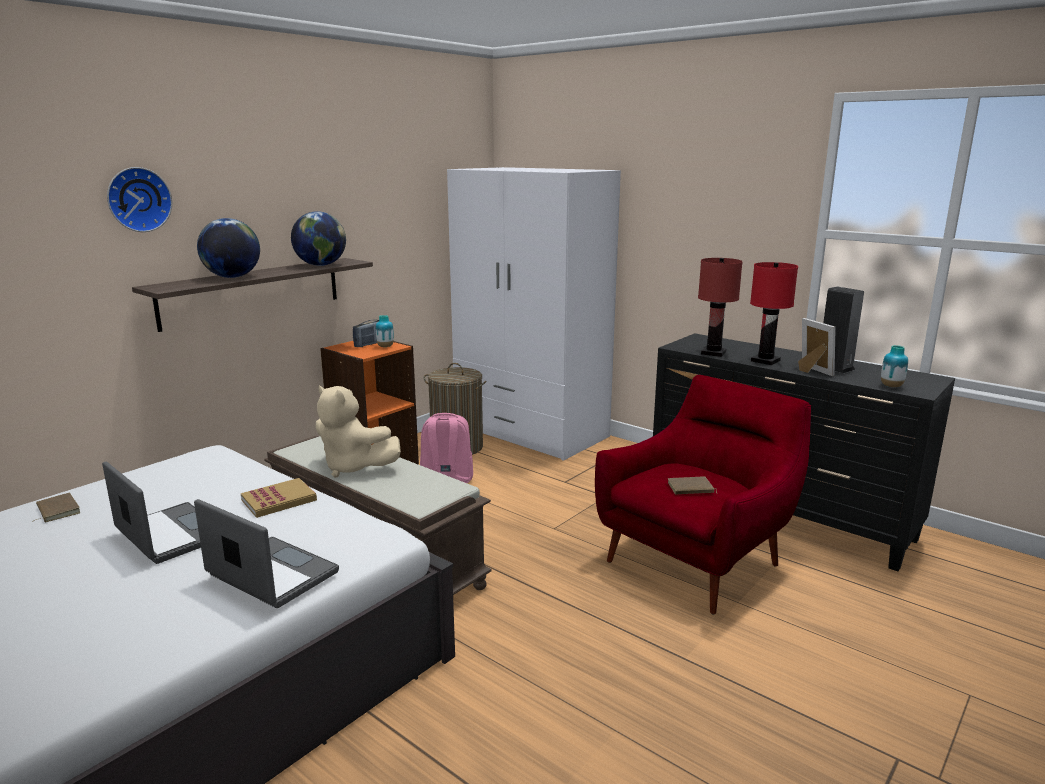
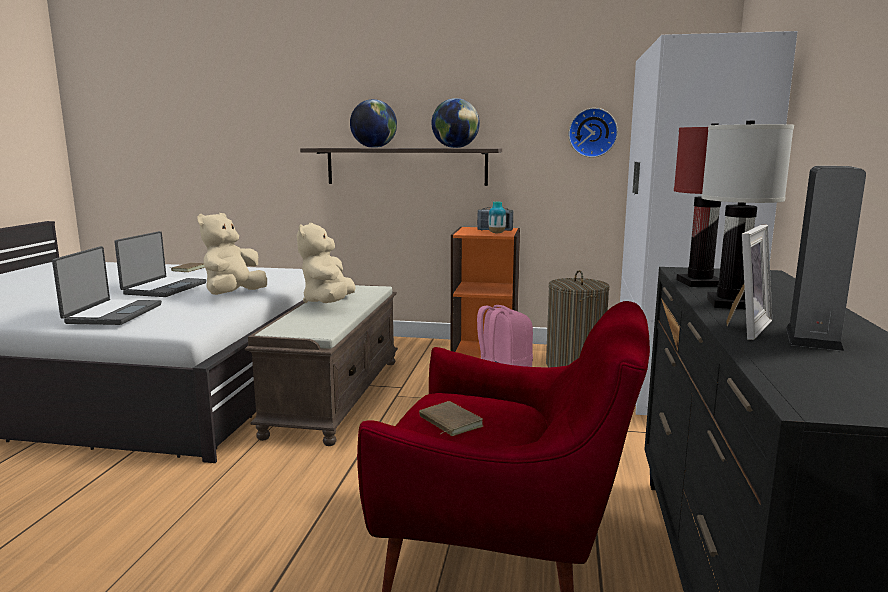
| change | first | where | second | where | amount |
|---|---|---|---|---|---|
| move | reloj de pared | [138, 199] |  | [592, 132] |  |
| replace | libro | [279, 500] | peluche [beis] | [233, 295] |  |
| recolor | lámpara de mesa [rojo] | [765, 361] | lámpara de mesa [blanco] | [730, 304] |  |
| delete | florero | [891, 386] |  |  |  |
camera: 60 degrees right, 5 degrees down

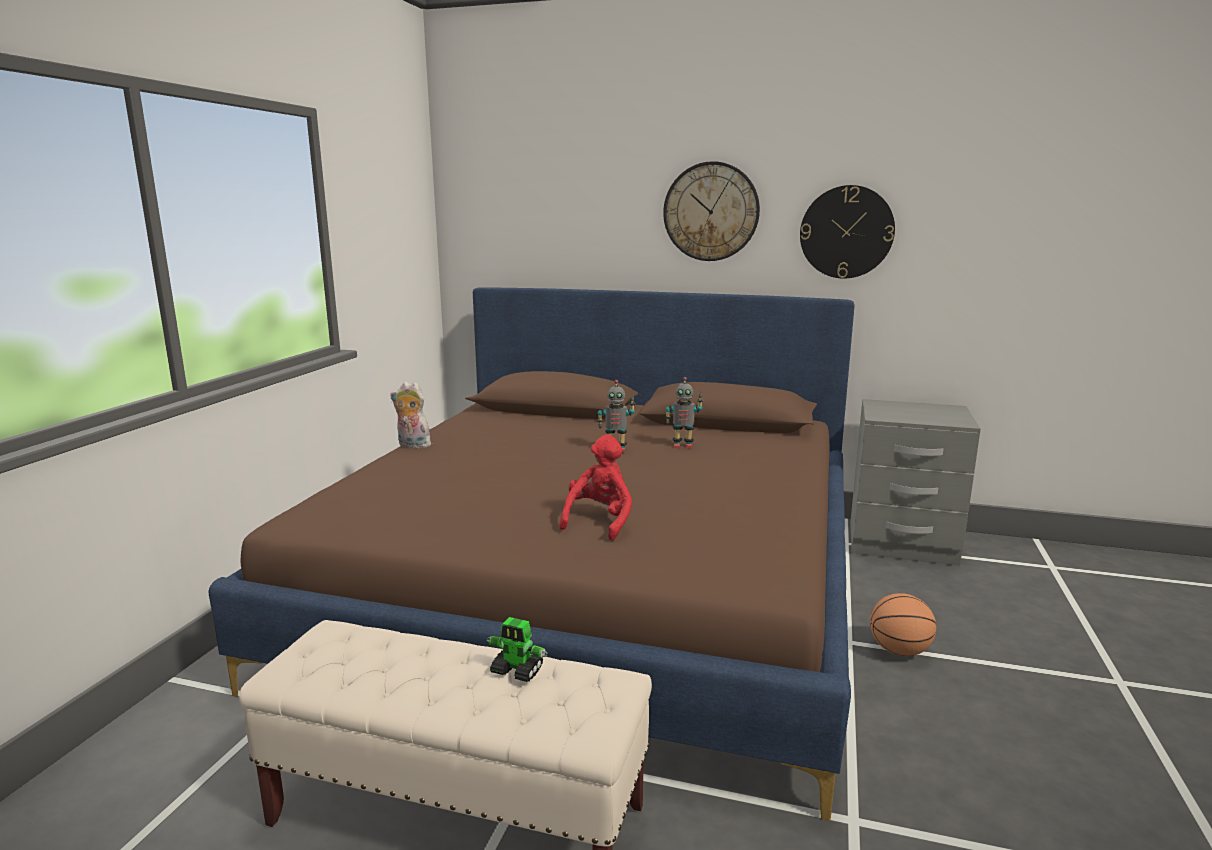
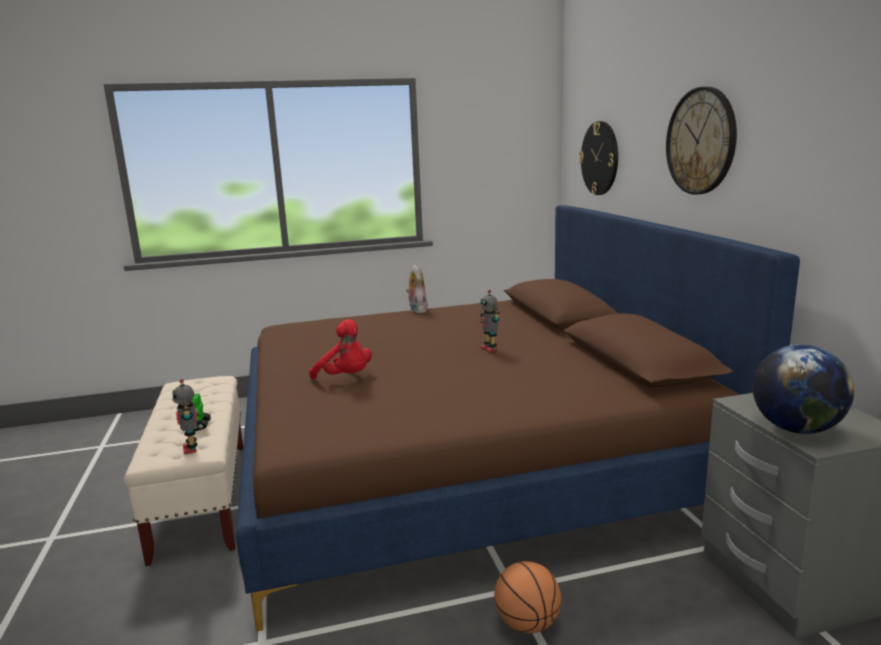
| change | first | where | second | where | amount |
|---|---|---|---|---|---|
| rotate | peluche [rojo] | [600, 521] |  | [346, 378] | 45 degrees clockwise |
| move | robot de juguete | [682, 446] |  | [191, 448] |  |
| move | reloj de pared | [846, 232] |  | [600, 158] |  |
| insert |  |  | globo terráqueo | [796, 429] |  |
camera: 60 degrees right, 0 degrees up

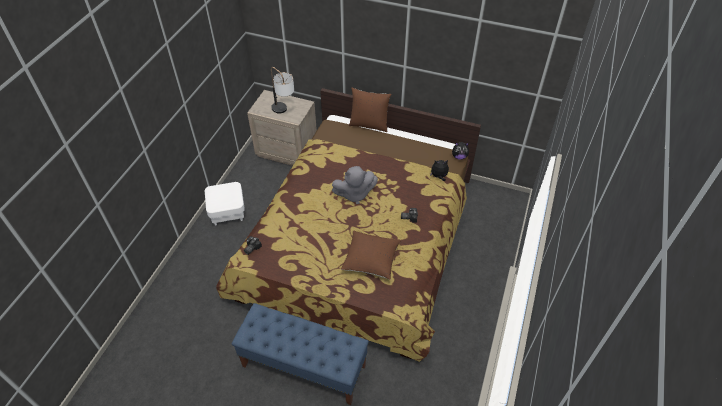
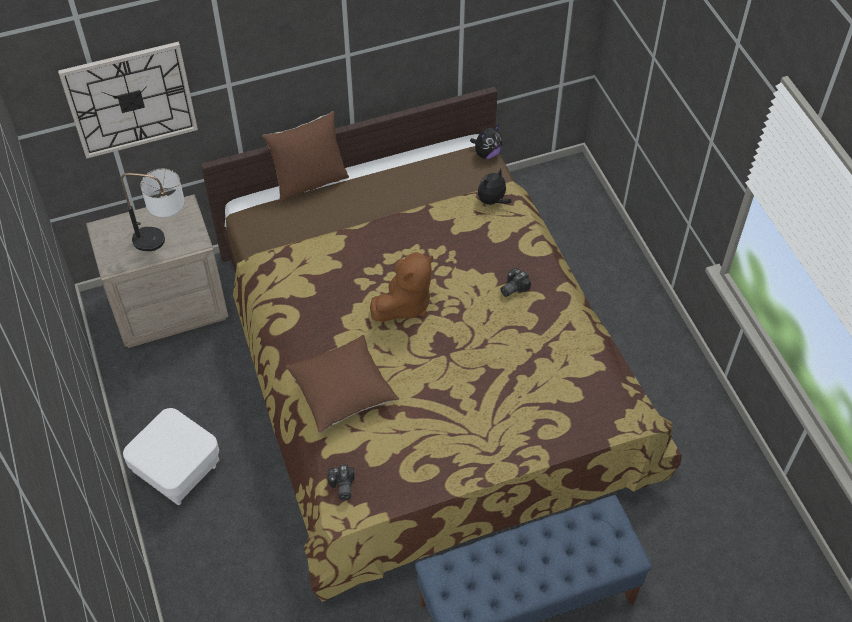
| change | first | where | second | where | amount |
|---|---|---|---|---|---|
| recolor | peluche [gris] | [354, 194] | peluche [marrón] | [405, 304] |  |
| move | cojín [marrón] | [371, 260] |  | [343, 392] |  |
| insert |  |  | reloj de pared | [130, 99] |  |
camera: 40 degrees left, 5 degrees up

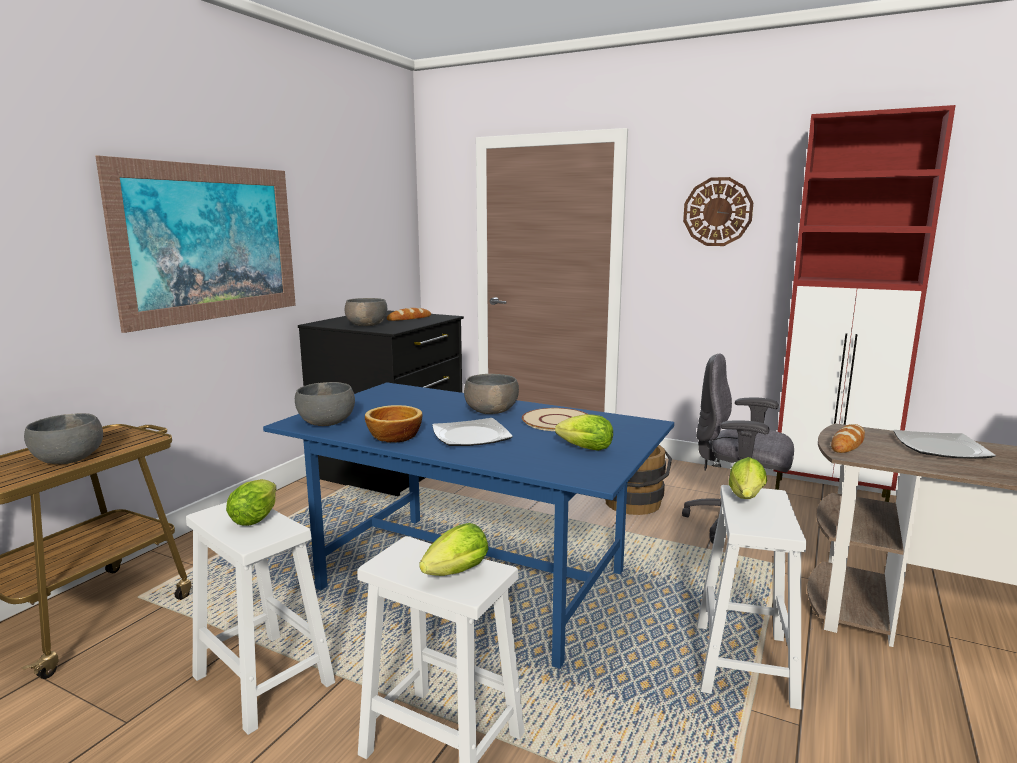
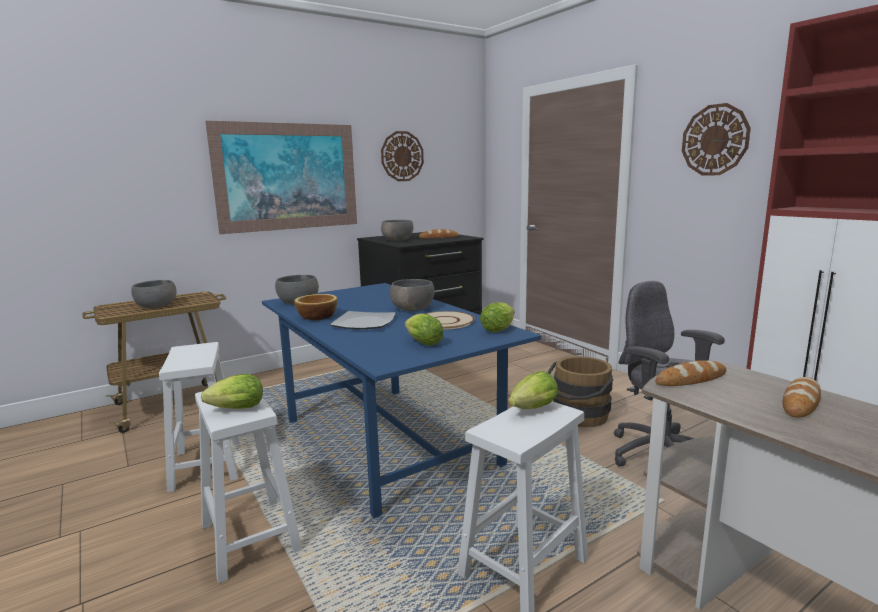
| change | first | where | second | where | amount |
|---|---|---|---|---|---|
| move | lechuga | [257, 517] |  | [499, 329] |  |
| replace | plato | [939, 448] | pan | [801, 402] |  |
| insert |  |  | reloj de pared | [402, 156] |  |
camera: 30 degrees right, 0 degrees up

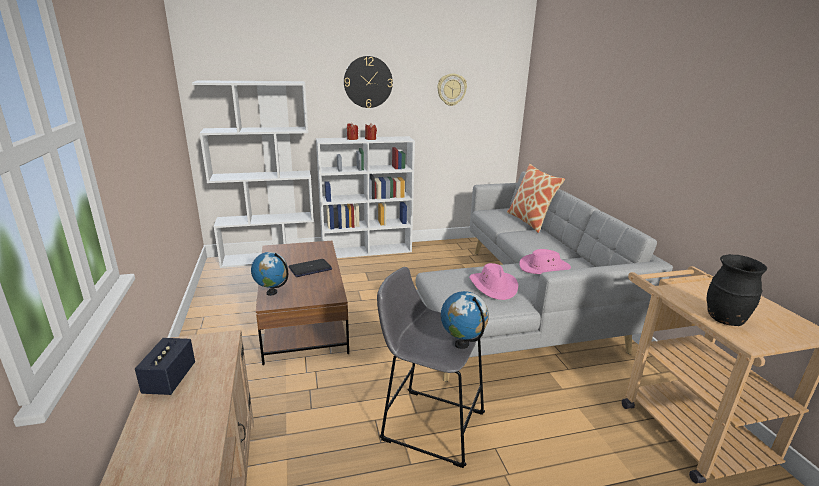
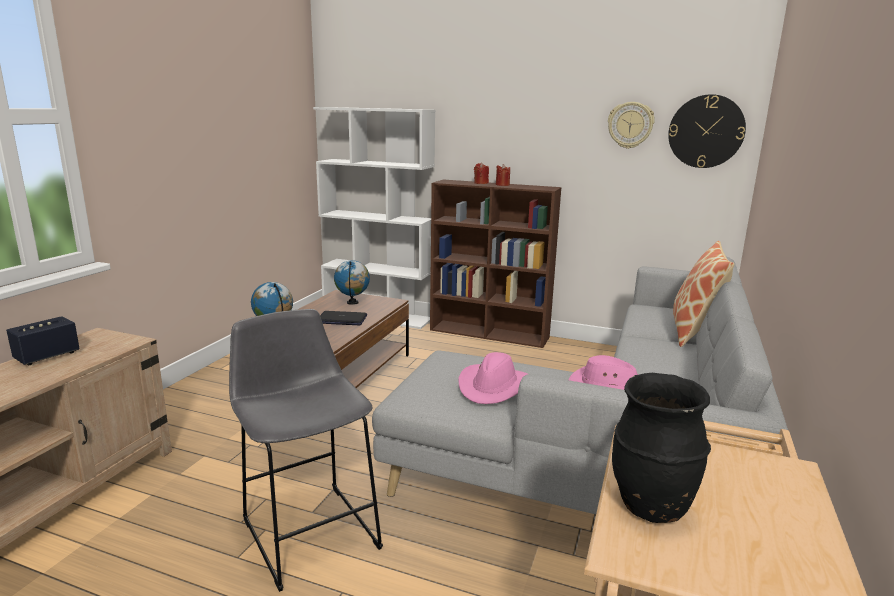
| change | first | where | second | where | amount |
|---|---|---|---|---|---|
| recolor | estantería [blanco] | [367, 250] | estantería [marrón] | [490, 333] |  |
| move | reloj de pared | [368, 82] |  | [706, 131] |  |
| move | globo terráqueo | [462, 344] |  | [352, 303] |  |
camera: 35 degrees right, 5 degrees down

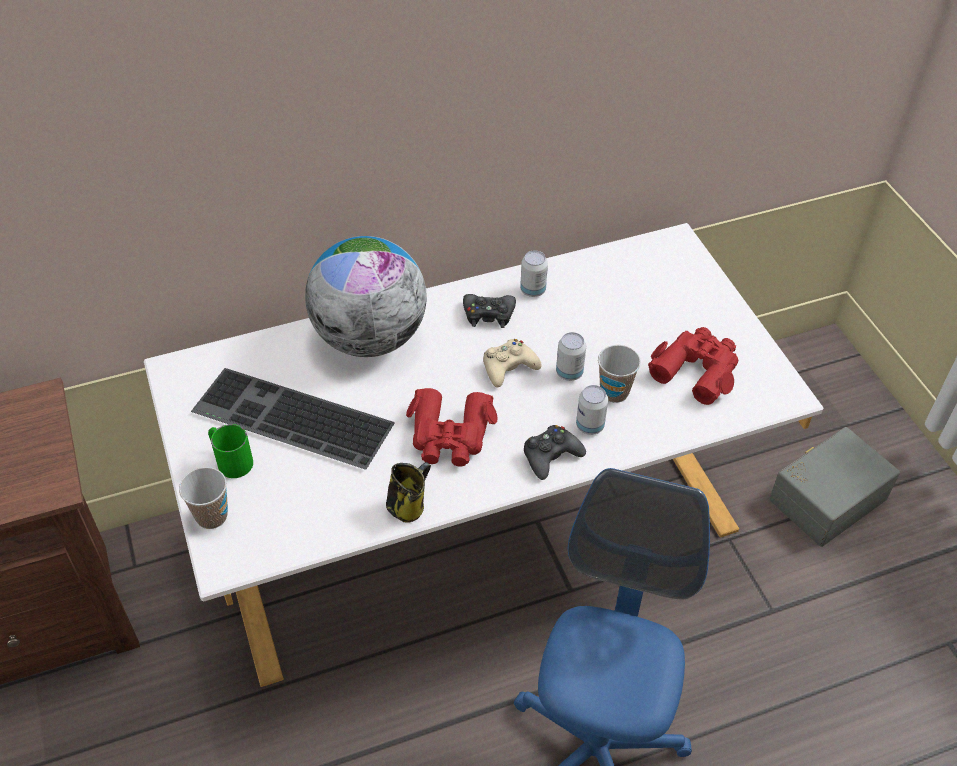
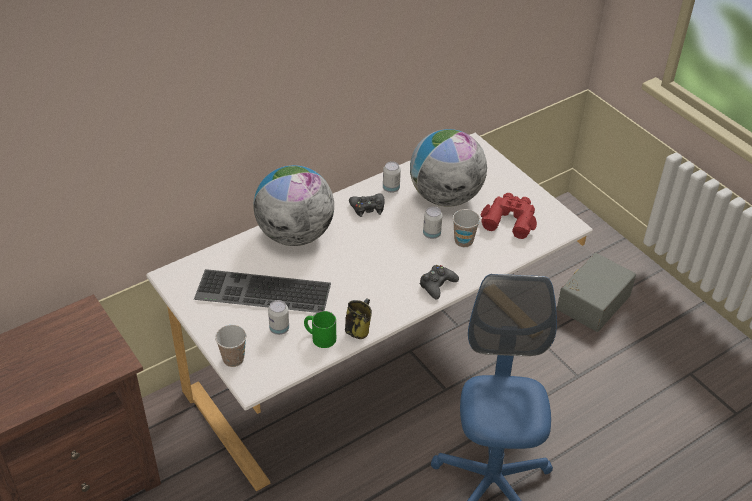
| change | first | where | second | where | amount |
|---|---|---|---|---|---|
| move | taza grande [verde] | [230, 460] |  | [319, 337] |  |
| delete | prismáticos [rojo] | [450, 435] |  |  |  |
| delete | mando de consola [beis] | [508, 367] |  |  |  |
| move | lata | [590, 426] |  | [279, 329] |  |
| insert |  |  | globo terráqueo | [445, 196] |  |
camera: 15 degrees left, 5 degrees down

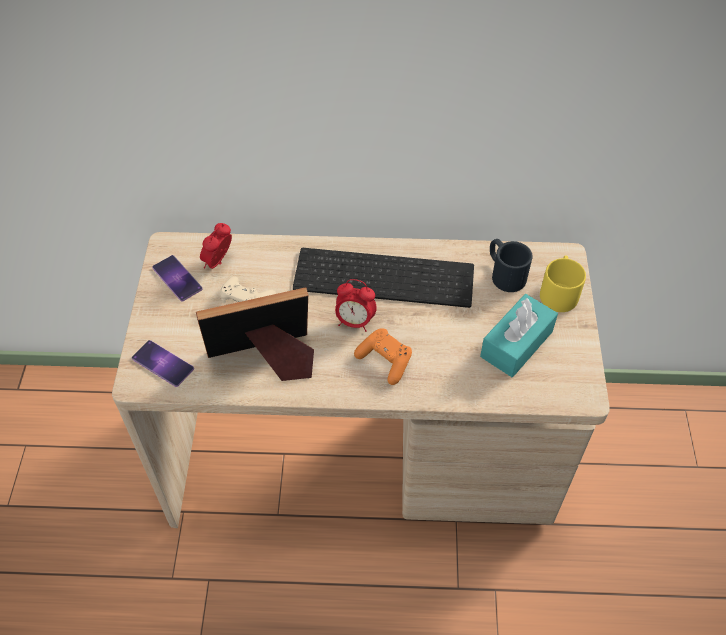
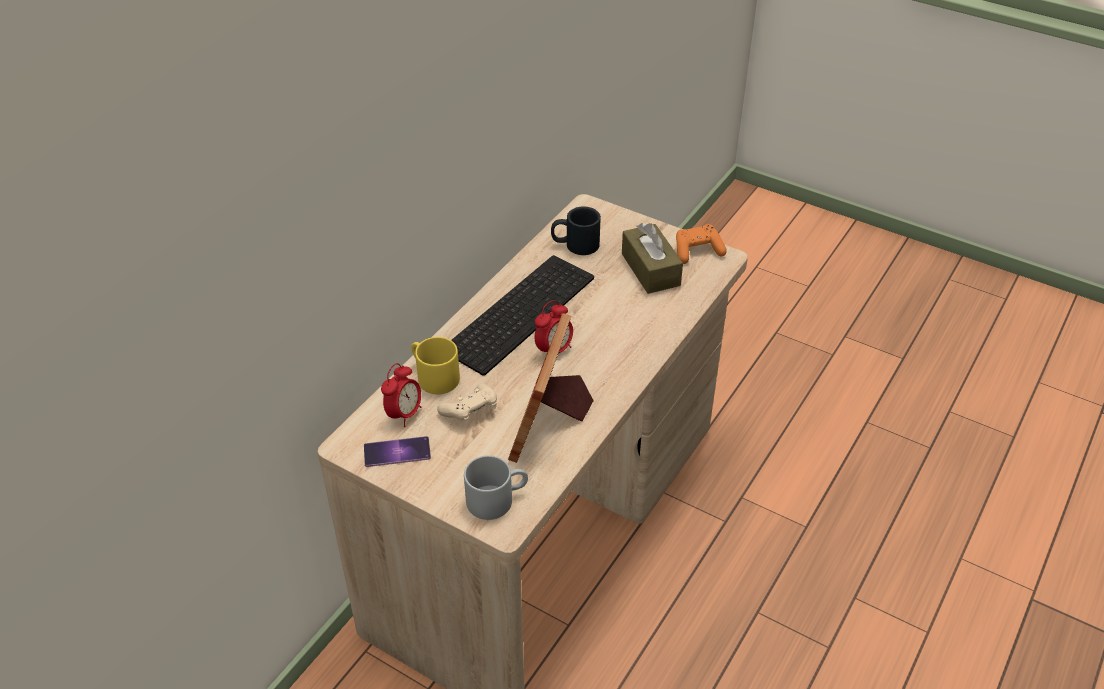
| change | first | where | second | where | amount |
|---|---|---|---|---|---|
| replace | móvil | [163, 363] | taza grande [gris] | [497, 499] |  |
| rotate | despertador | [219, 262] |  | [404, 414] | 120 degrees counterclockwise |
| move | mando de consola [naranja] | [385, 361] |  | [697, 251] |  |
| recolor | caja de pañuelos [turquesa] | [516, 344] | caja de pañuelos [marrón] | [650, 269] |  |
| move | taza grande [amarillo] | [558, 291] |  | [433, 376] |  |
camera: 60 degrees left, 10 degrees down

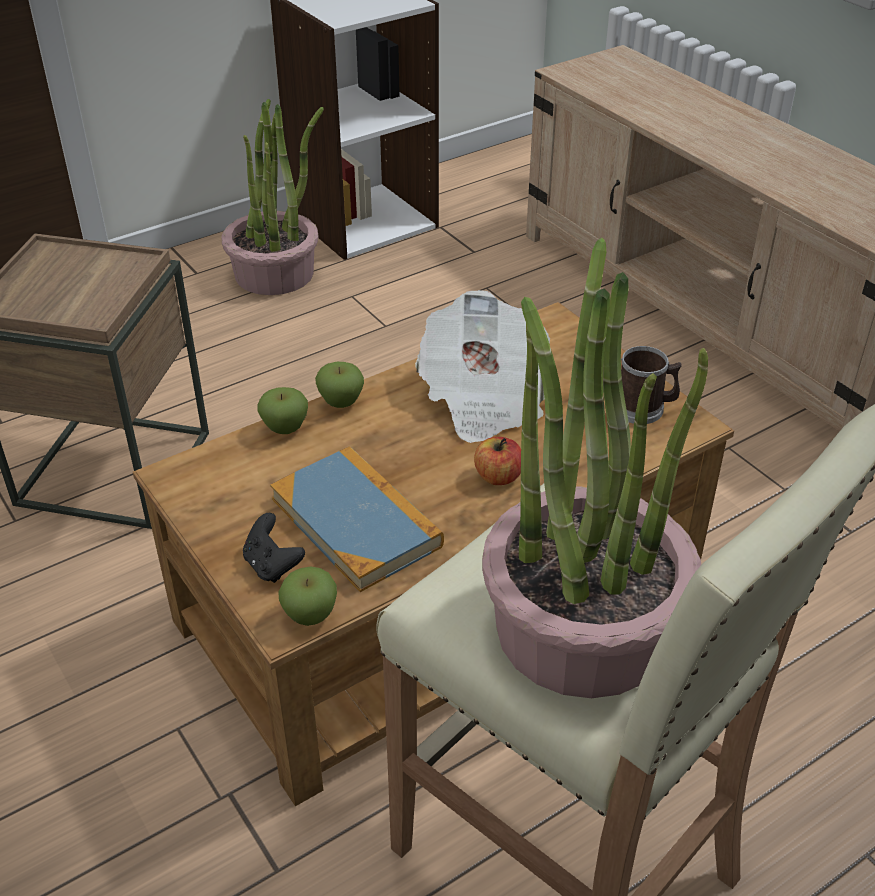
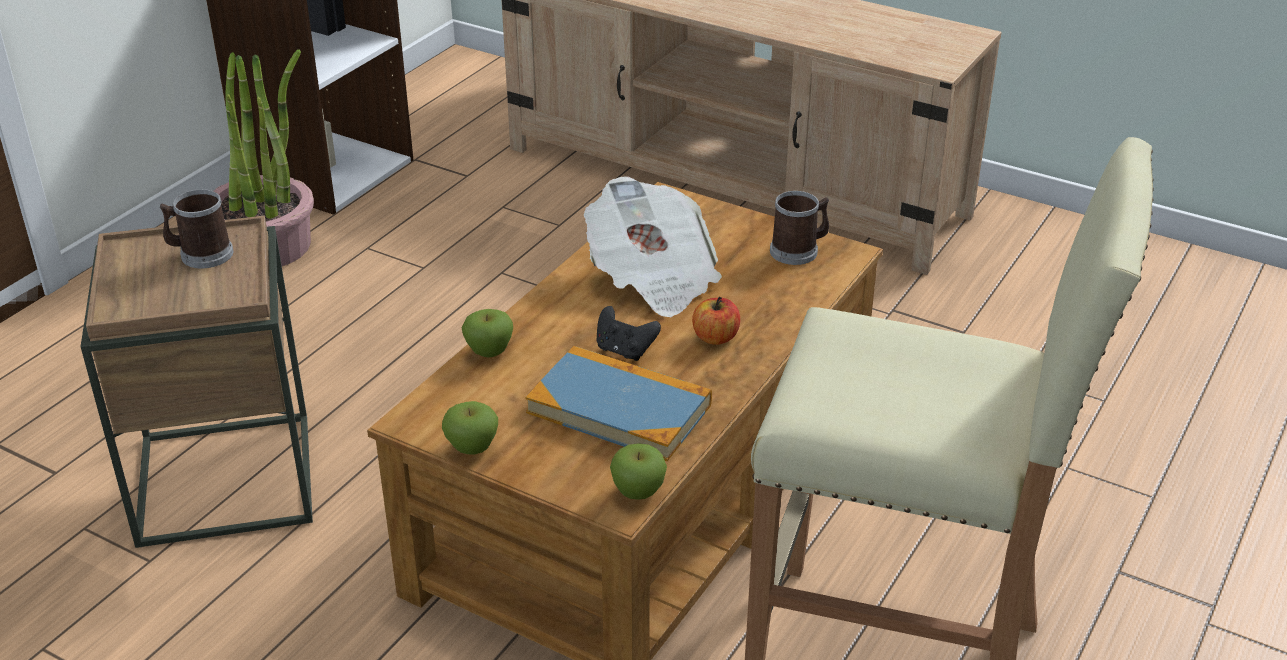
| change | first | where | second | where | amount |
|---|---|---|---|---|---|
| move | mando de consola [negro] | [272, 565] |  | [625, 350] |  |
| move | manzana | [341, 402] |  | [472, 448] |  |
| delete | planta en maceta | [582, 626] |  |  |  |
| insert |  |  | taza grande | [200, 254] |  |
camera: 25 degrees left, 5 degrees down

